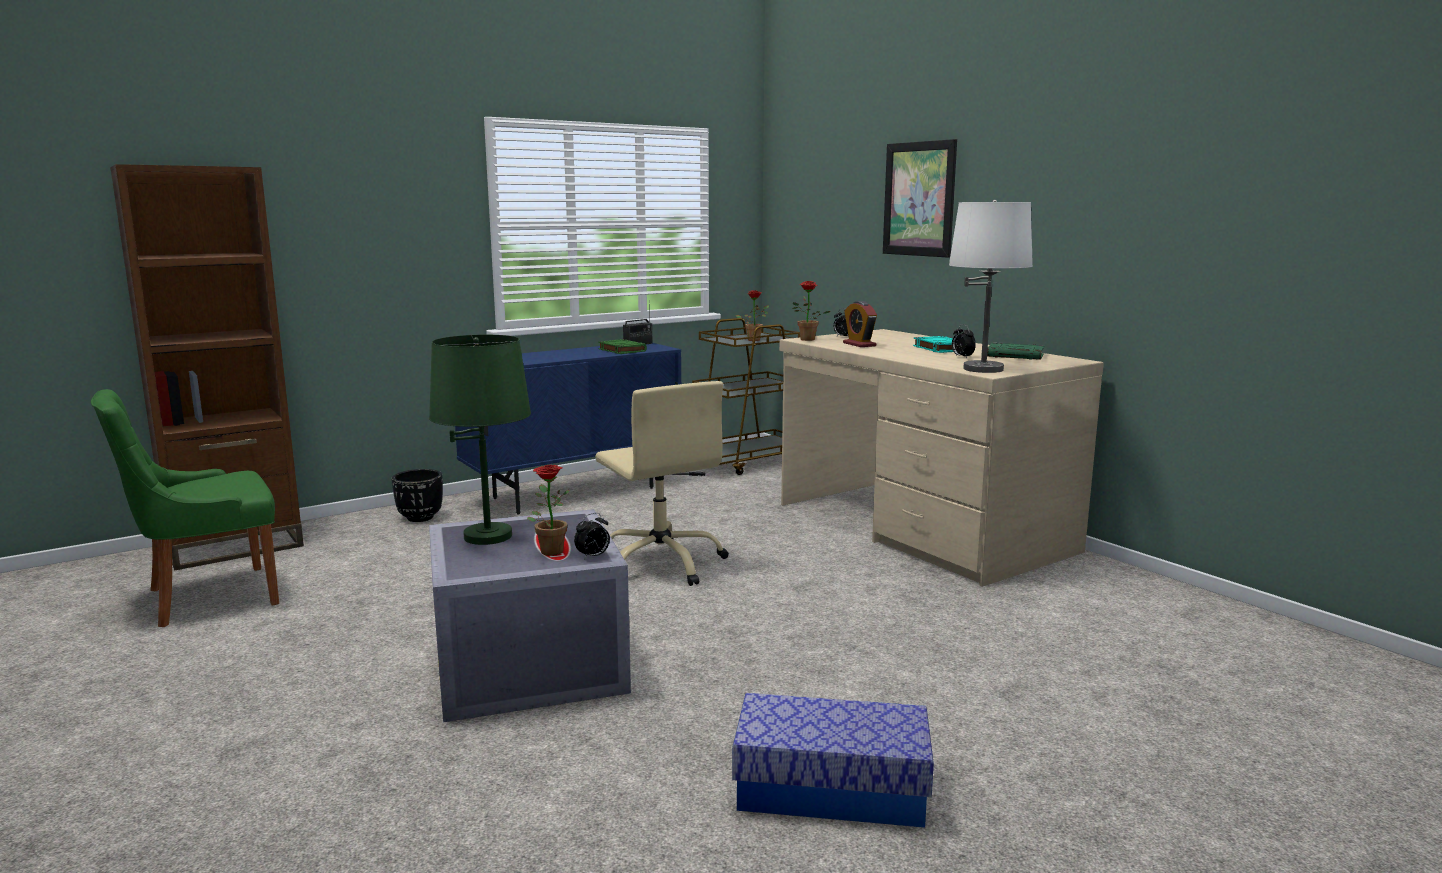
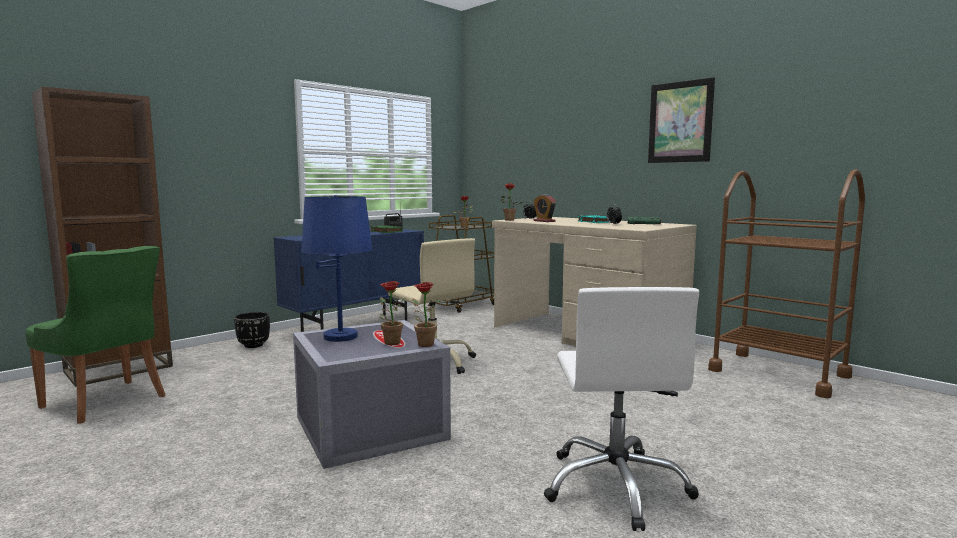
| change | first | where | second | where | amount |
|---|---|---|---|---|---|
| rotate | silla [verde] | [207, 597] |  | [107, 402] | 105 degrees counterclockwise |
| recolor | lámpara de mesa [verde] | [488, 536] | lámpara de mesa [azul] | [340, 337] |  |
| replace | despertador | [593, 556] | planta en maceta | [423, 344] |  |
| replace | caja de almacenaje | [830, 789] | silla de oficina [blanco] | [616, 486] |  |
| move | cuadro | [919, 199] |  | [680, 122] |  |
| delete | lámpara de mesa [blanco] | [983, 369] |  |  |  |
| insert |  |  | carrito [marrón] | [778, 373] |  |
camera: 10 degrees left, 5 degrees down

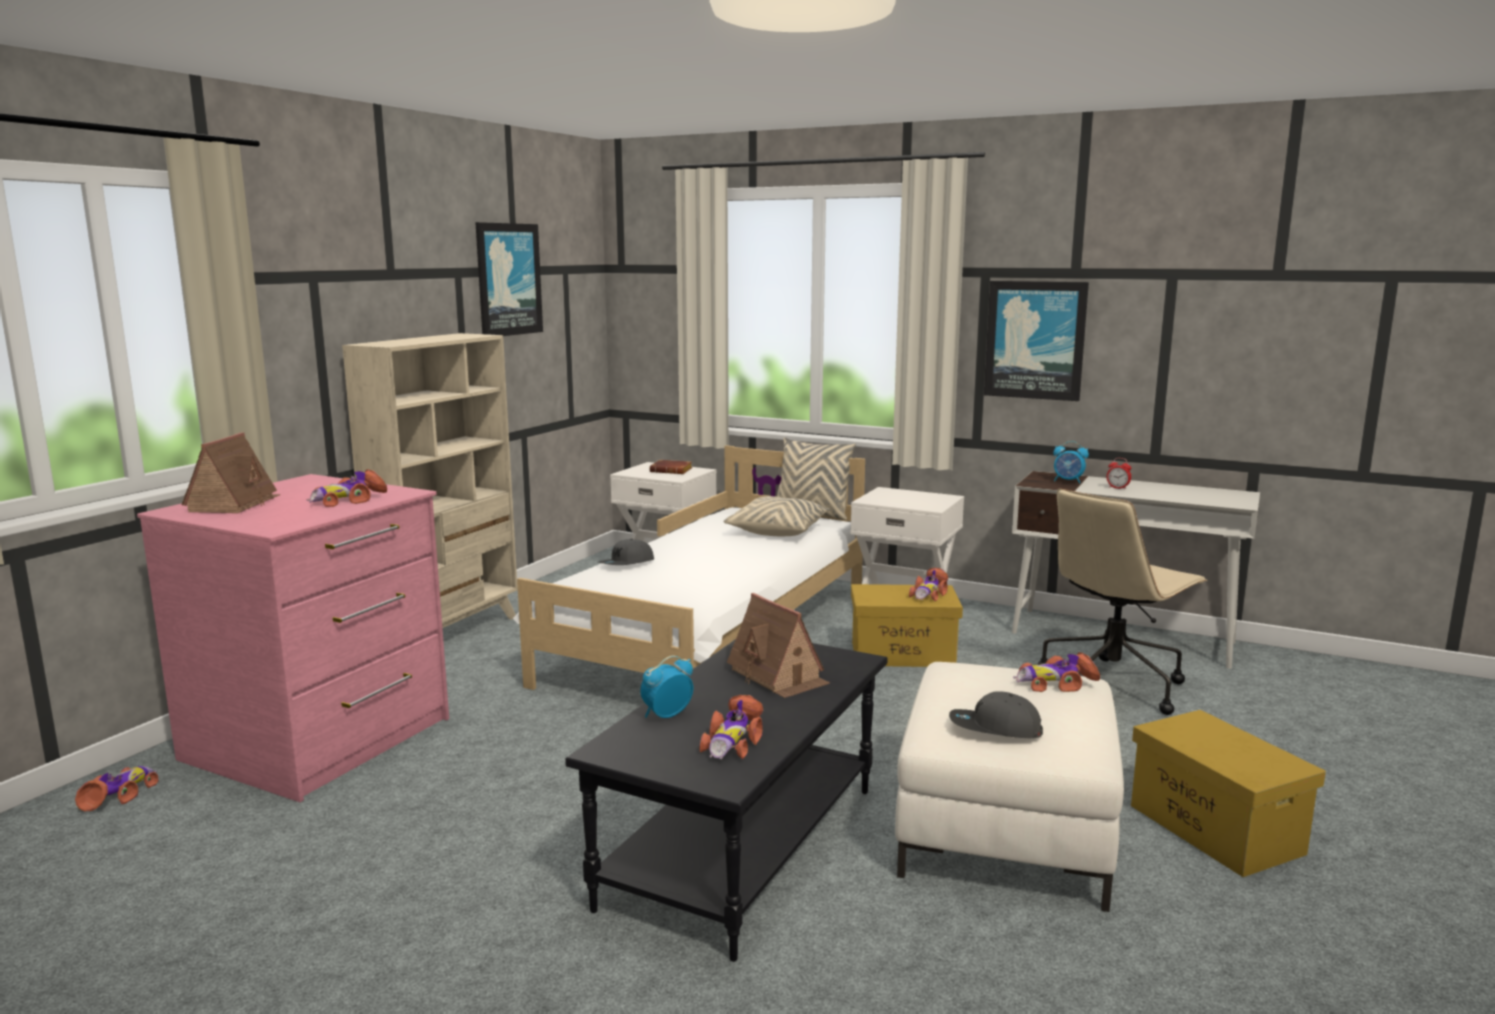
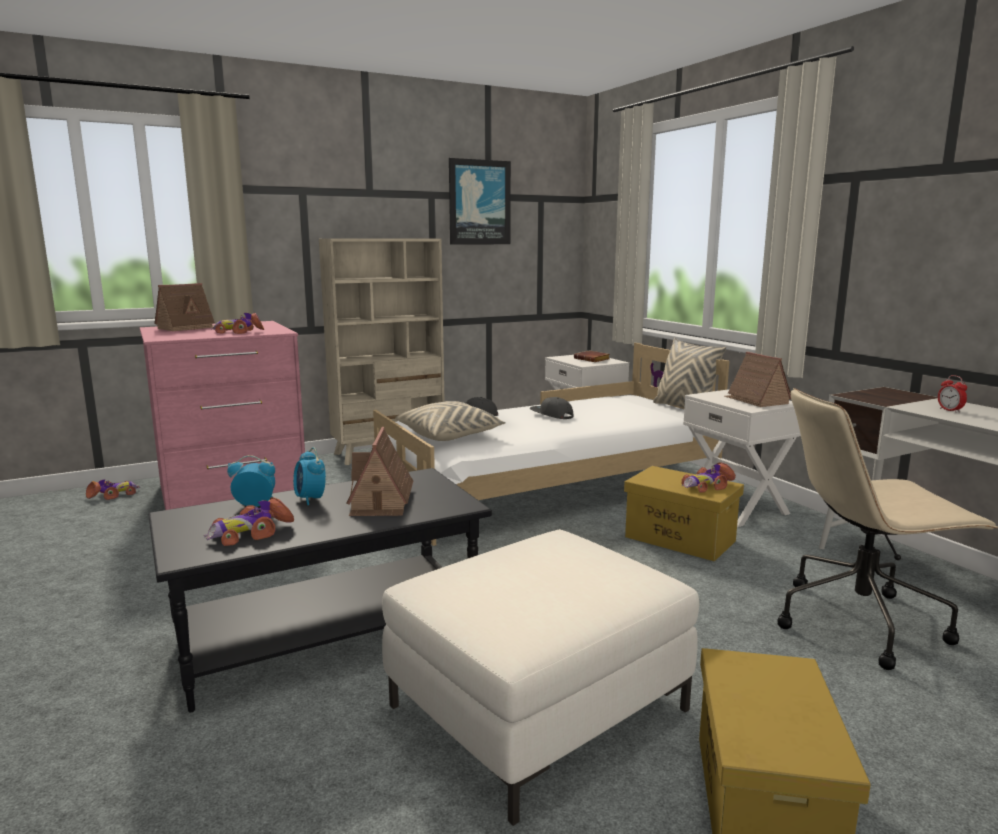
| change | first | where | second | where | amount |
|---|---|---|---|---|---|
| move | cojín [beis] | [778, 531] |  | [450, 435] |  |
| move | gorra [gris] | [994, 729] |  | [551, 415] |  |
| delete | cuadro | [1035, 340] |  |  |  |
| delete | coche de juguete | [1055, 683] |  |  |  |
| move | despertador | [1068, 481] |  | [310, 499] |  |
| insert |  |  | casita | [756, 400] |  |
camera: 35 degrees right, 0 degrees up

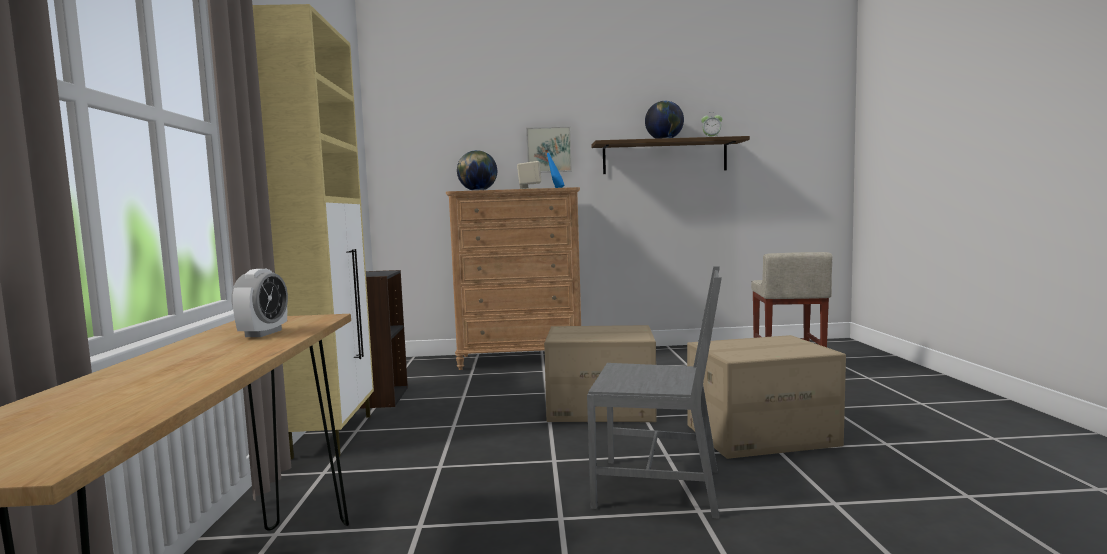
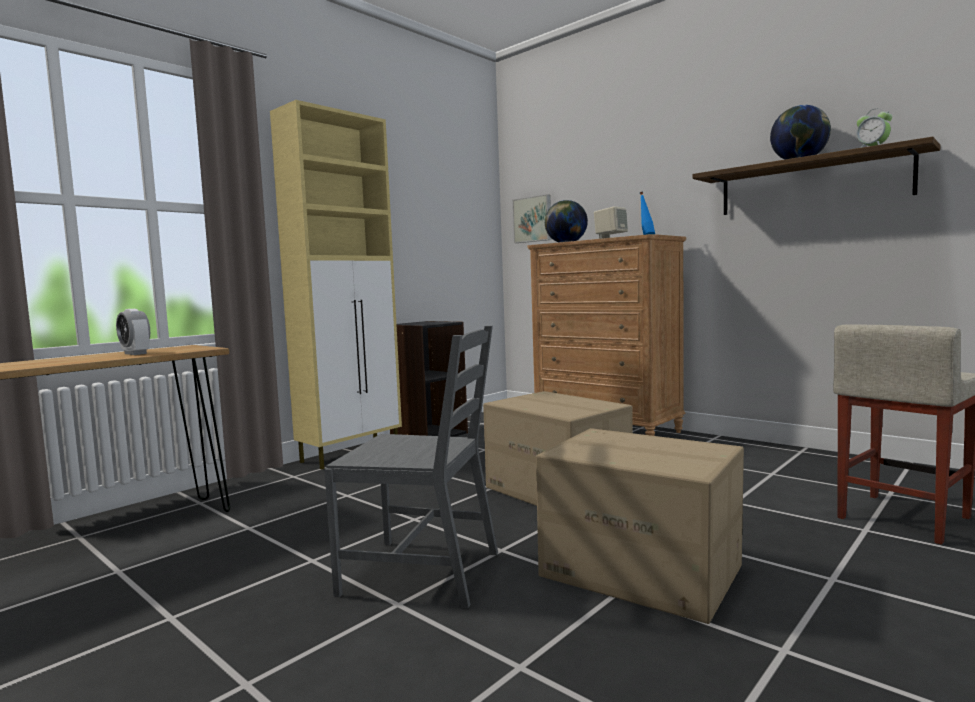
| change | first | where | second | where | amount |
|---|---|---|---|---|---|
| rotate | despertador | [263, 333] |  | [135, 353] | 75 degrees clockwise |
| move | cuadro | [548, 150] |  | [533, 219] |  |
| rotate | silla [gris] | [659, 487] |  | [423, 572] | 45 degrees counterclockwise |
camera: 45 degrees right, 0 degrees up

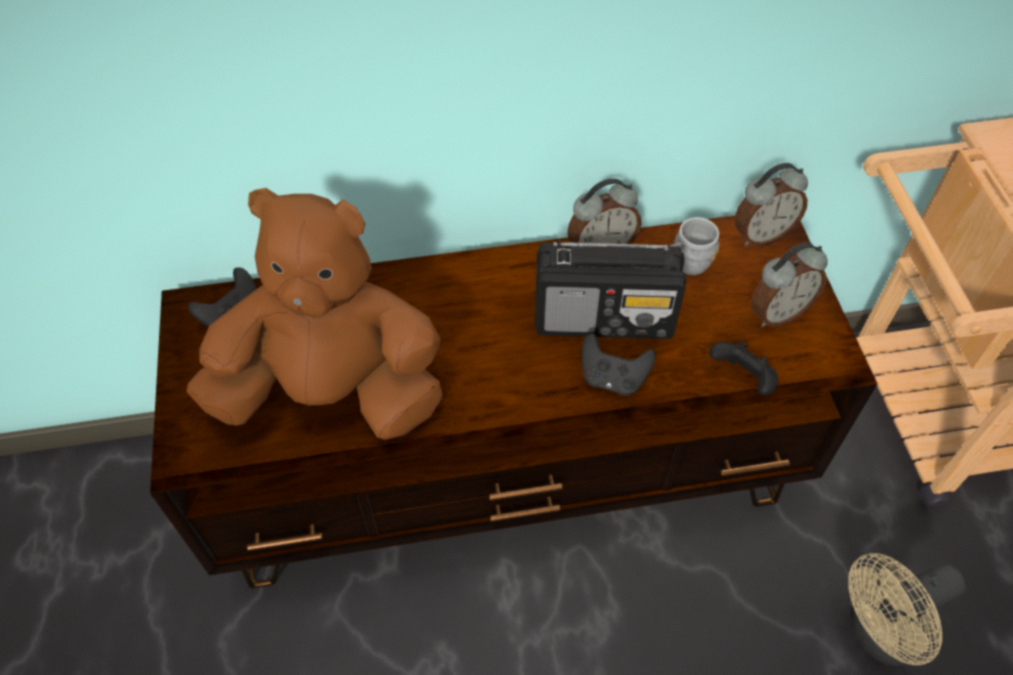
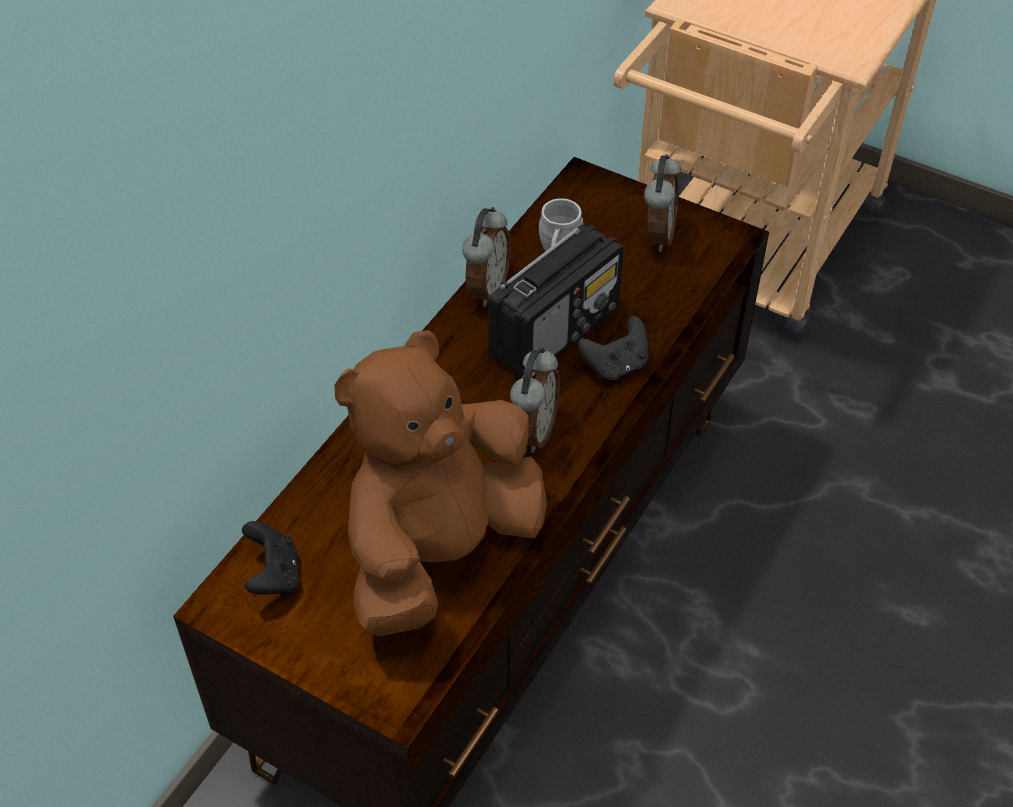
| change | first | where | second | where | amount |
|---|---|---|---|---|---|
| delete | mando de consola [negro] | [742, 379] |  |  |  |
| move | despertador | [761, 234] |  | [533, 431] |  |
| delete | ventilador [beis] | [878, 633] |  |  |  |
camera: 50 degrees left, 5 degrees down

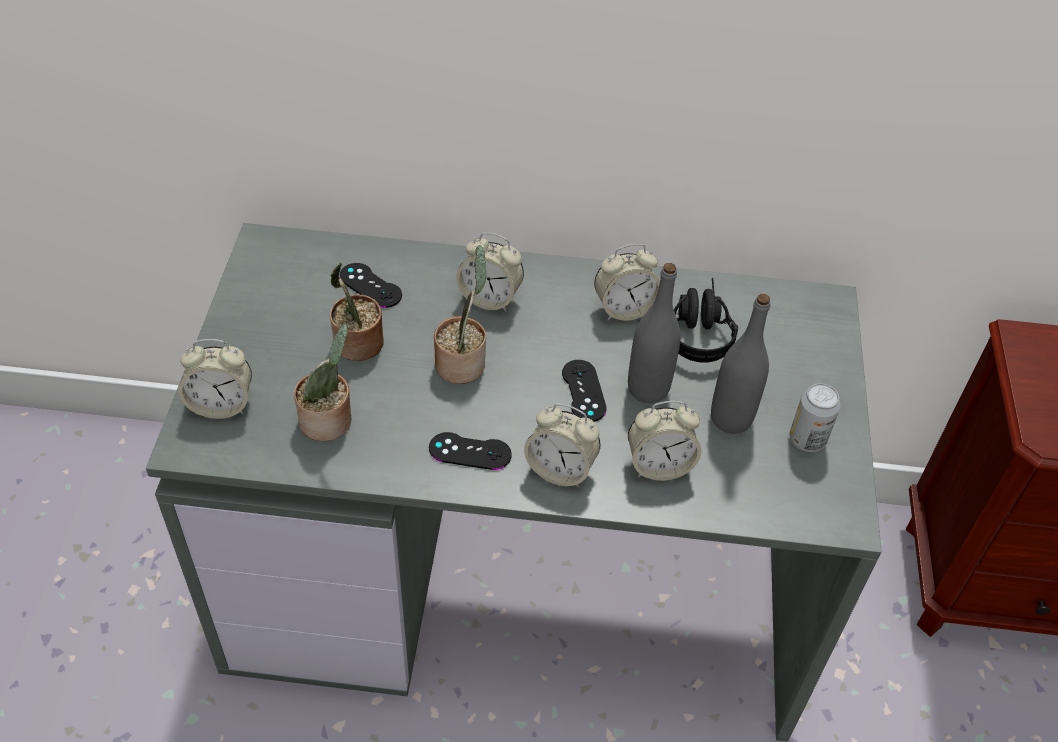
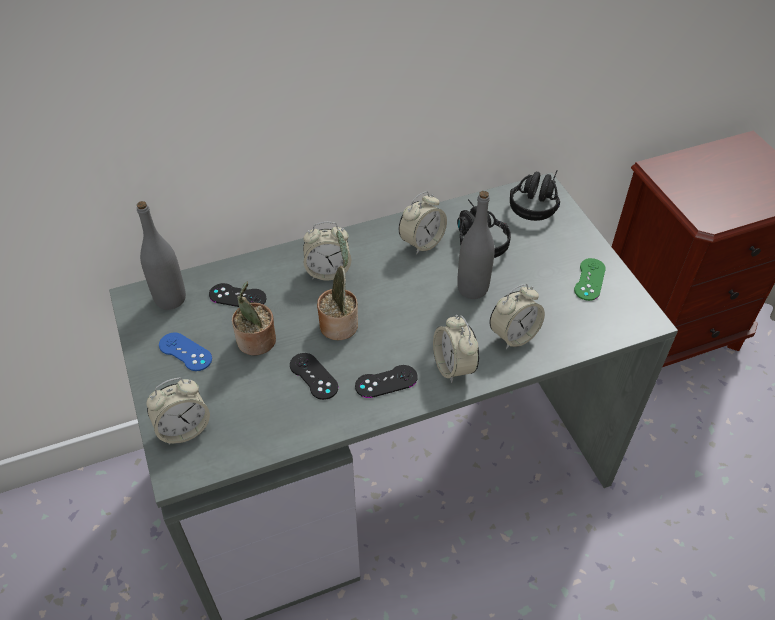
| change | first | where | second | where | amount |
|---|---|---|---|---|---|
| delete | planta en maceta | [329, 421] |  |  |  |
| rotate | despertador | [560, 469] |  | [454, 366] | 75 degrees clockwise |
| move | mando de consola [negro] | [583, 391] |  | [313, 376] |  |
| move | botella [gris] | [731, 418] |  | [170, 299] |  |
| replace | lata | [807, 439] | mando de consola [verde] | [589, 279] |  |
| insert |  |  | mando de consola [azul] | [185, 352] |  |
| insert |  |  | auriculares [negro] | [535, 201] |  |
camera: 25 degrees left, 0 degrees up

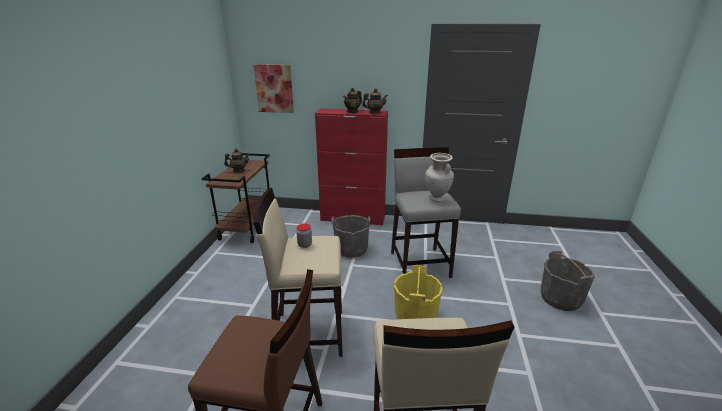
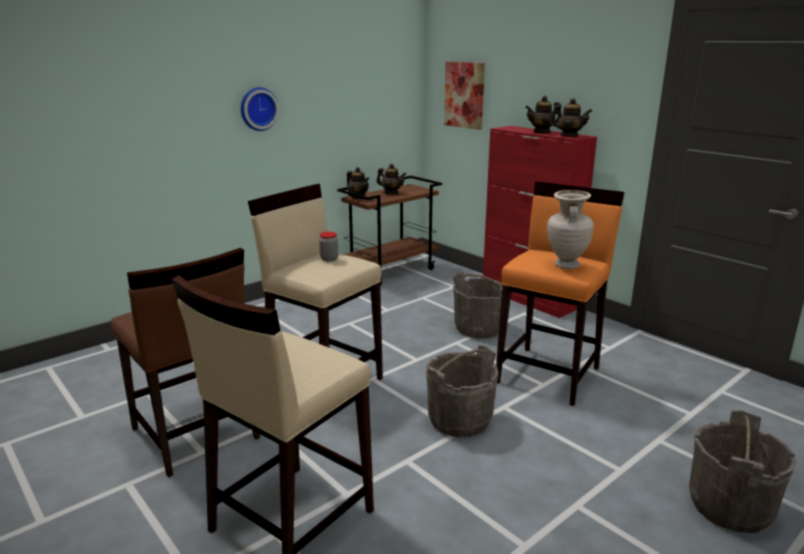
| change | first | where | second | where | amount |
|---|---|---|---|---|---|
| recolor | taburete [gris] | [420, 264] | taburete [naranja] | [549, 374] |  |
| recolor | cubo [amarillo] | [415, 316] | cubo [gris] | [460, 420] |  |
| insert |  |  | reloj de pared | [258, 109] |  |
| insert |  |  | tetera | [358, 197] |  |
camera: 40 degrees right, 5 degrees down

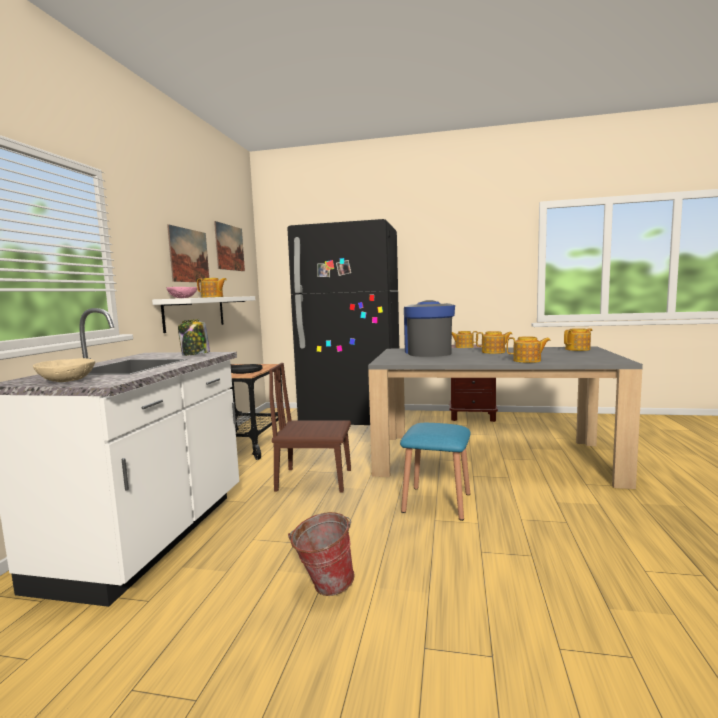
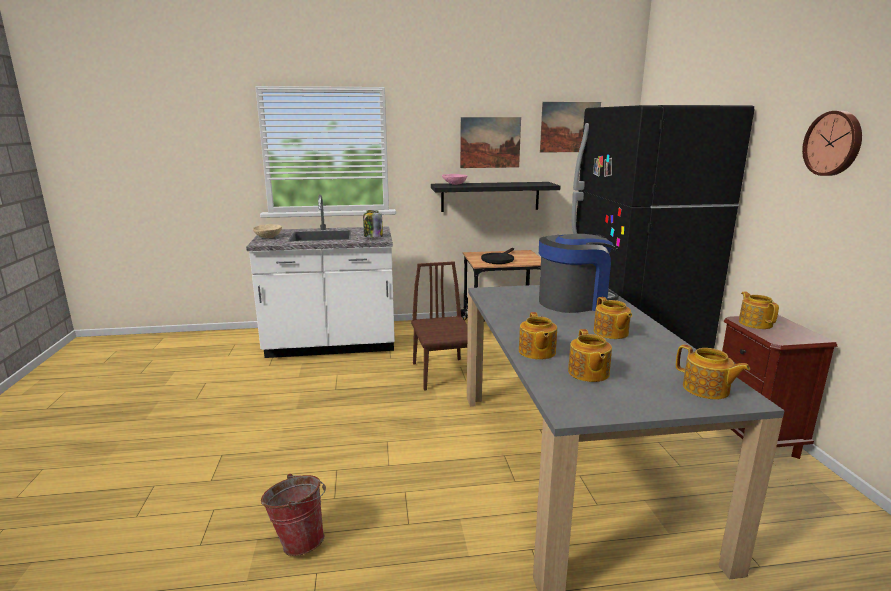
| change | first | where | second | where | amount |
|---|---|---|---|---|---|
| recolor | estante [blanco] | [195, 313] | estante [negro] | [490, 196] |  |
| move | tetera | [212, 297] |  | [588, 373] |  |
| move | cubo | [323, 587] |  | [299, 540] |  |
| delete | taburete [azul] | [437, 502] |  |  |  |
| insert |  |  | reloj de pared | [834, 143] |  |
camera: 70 degrees right, 10 degrees up

